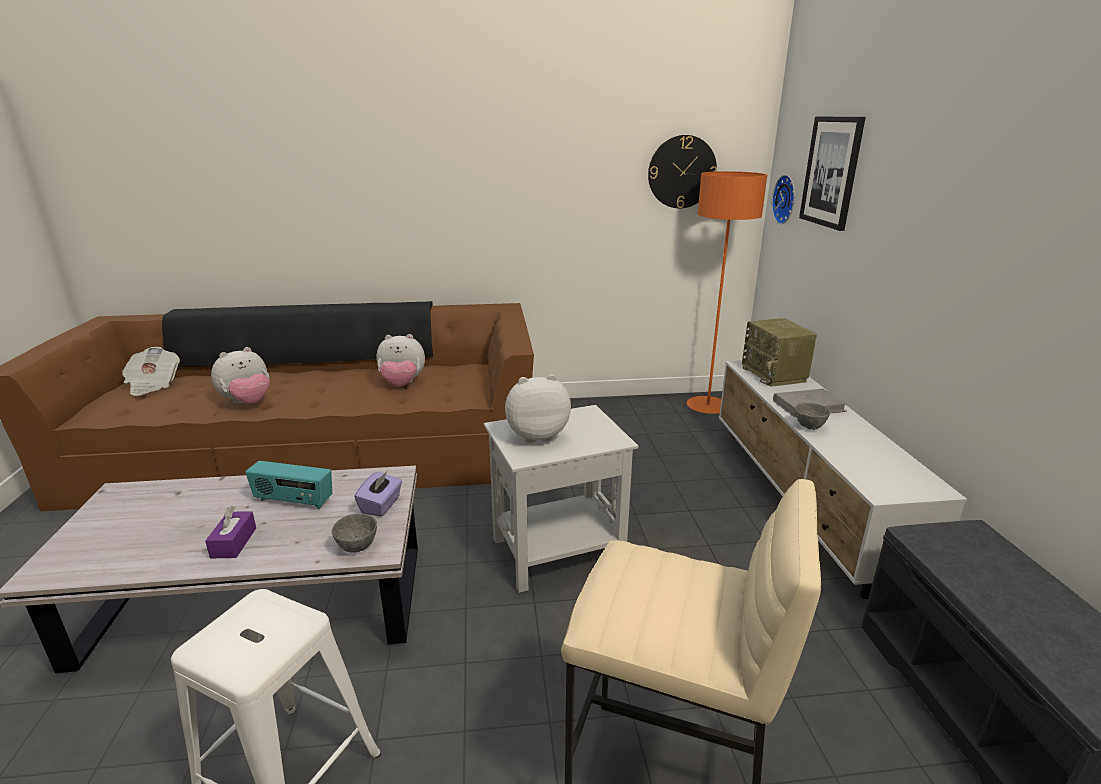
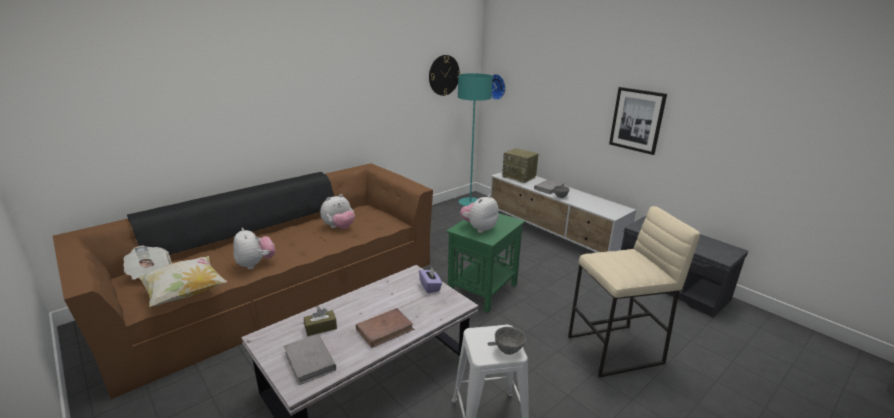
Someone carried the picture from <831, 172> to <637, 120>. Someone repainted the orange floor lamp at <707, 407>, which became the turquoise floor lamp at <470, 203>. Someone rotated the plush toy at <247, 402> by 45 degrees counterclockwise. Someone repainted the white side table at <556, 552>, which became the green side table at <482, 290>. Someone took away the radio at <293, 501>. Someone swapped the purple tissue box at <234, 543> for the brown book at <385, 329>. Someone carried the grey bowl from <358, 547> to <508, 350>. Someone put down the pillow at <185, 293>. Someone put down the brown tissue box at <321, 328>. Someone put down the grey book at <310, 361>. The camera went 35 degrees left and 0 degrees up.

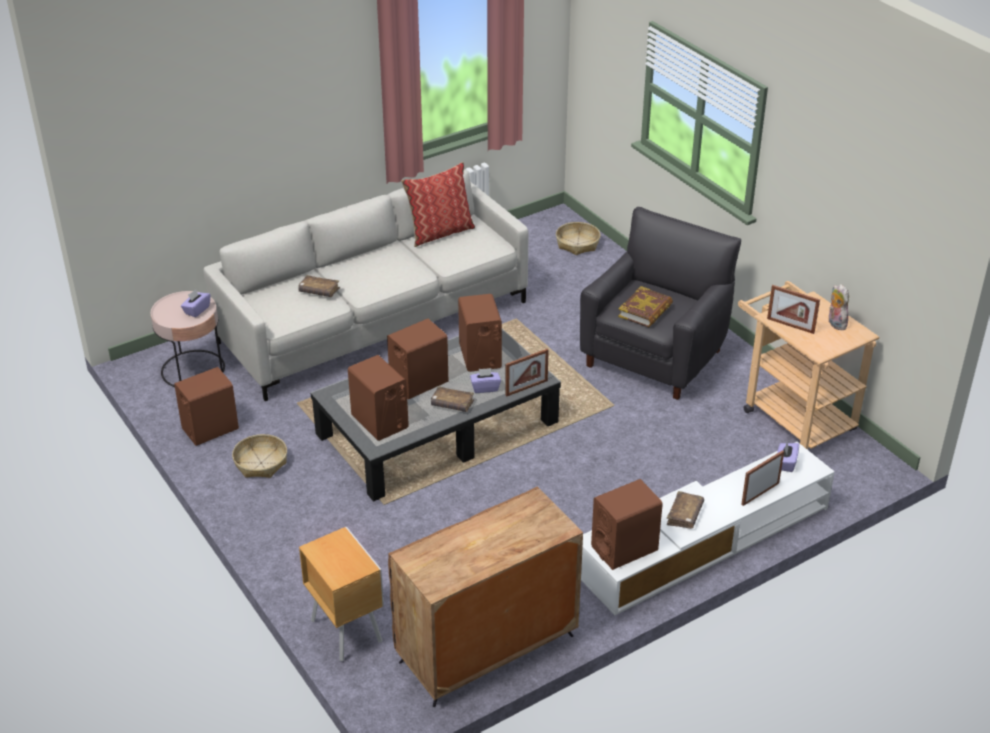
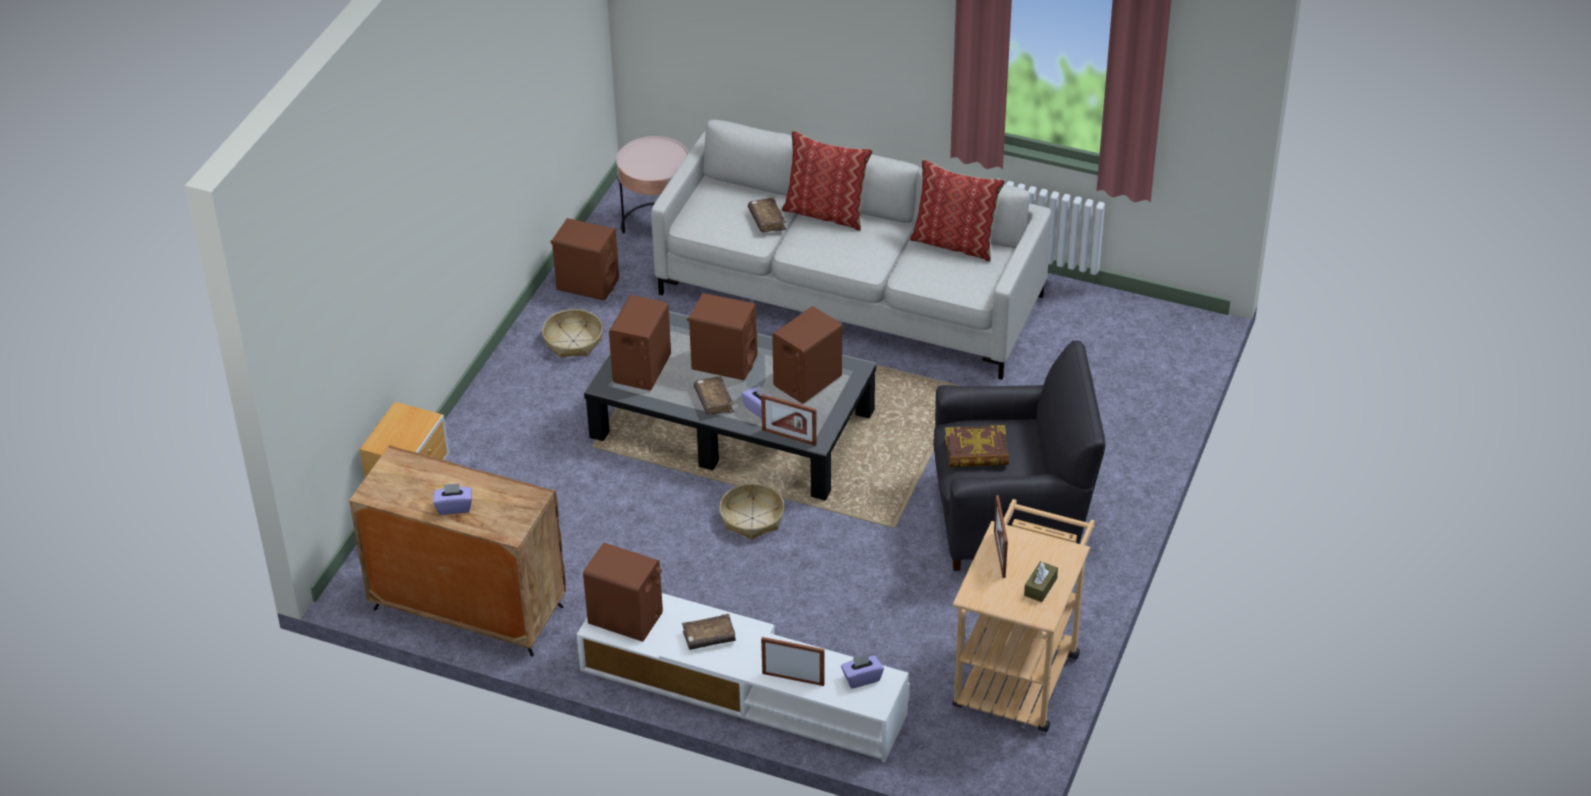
Someone carried the basket from <577, 244> to <752, 518>. Someone swapped the plush toy at <835, 323> for the brown tissue box at <1040, 587>. Someone carried the purple tissue box from <196, 310> to <454, 507>. Someone put down the pillow at <826, 212>. The camera went 55 degrees right and 5 degrees up.

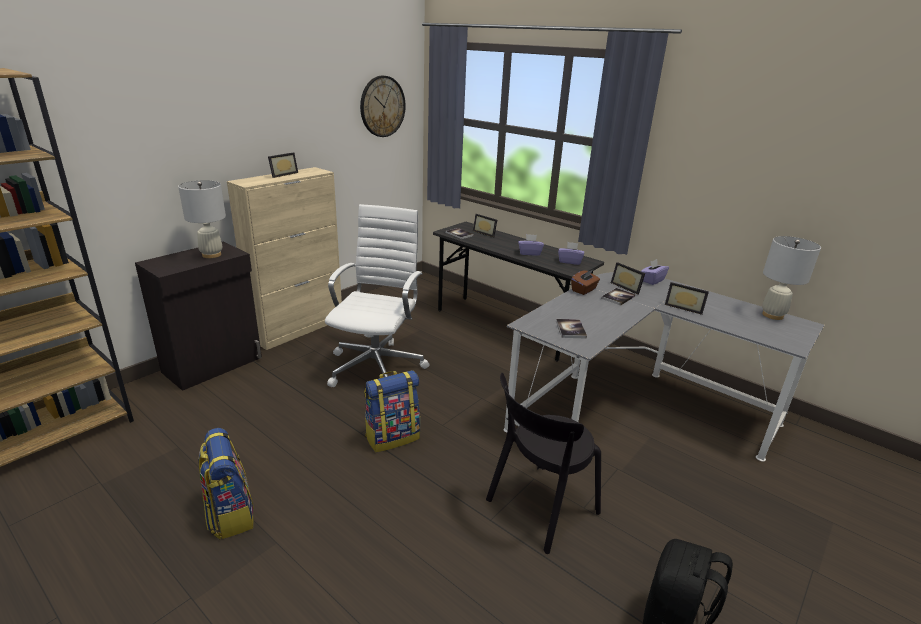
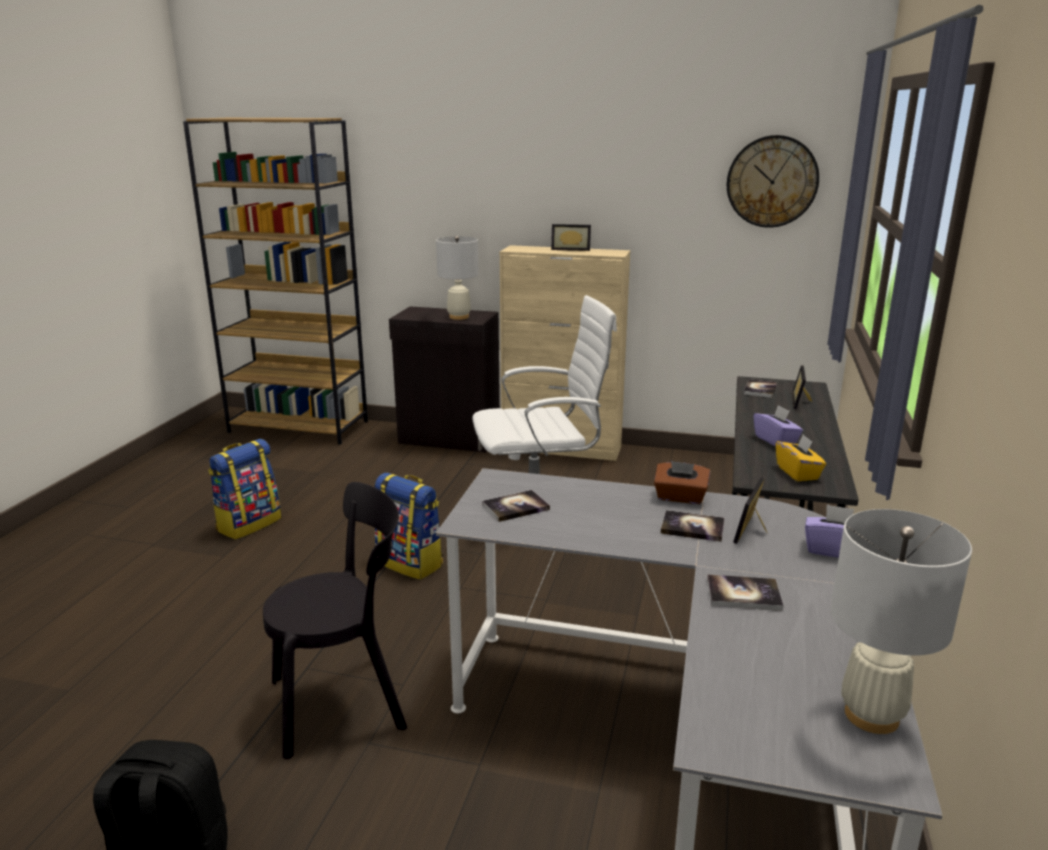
Someone repainted the purple tissue box at <570, 261>, which became the yellow tissue box at <798, 473>. Someone swapped the picture frame at <684, 307> for the book at <743, 594>. Someone rotated the black chair at <538, 508> by 135 degrees clockwise. The camera went 65 degrees right and 5 degrees down.

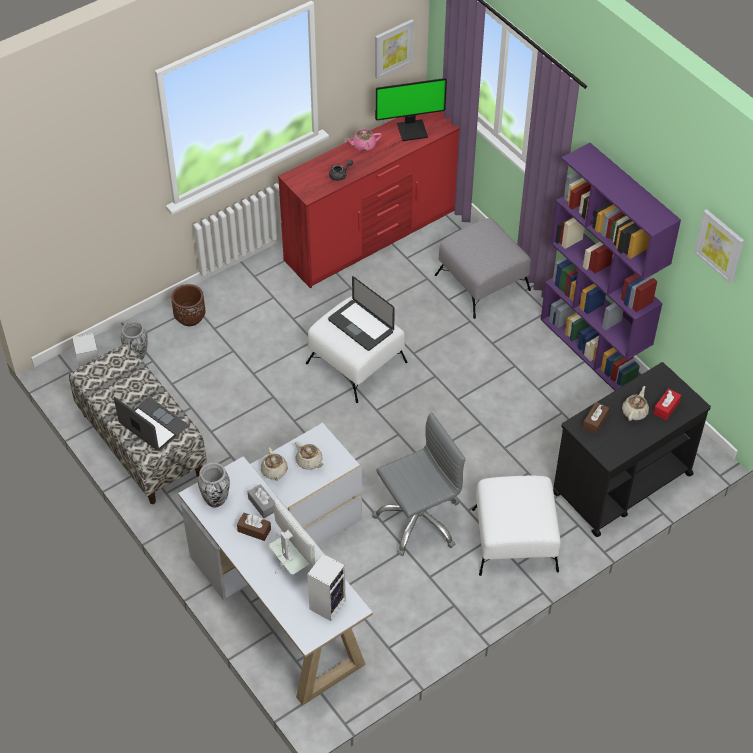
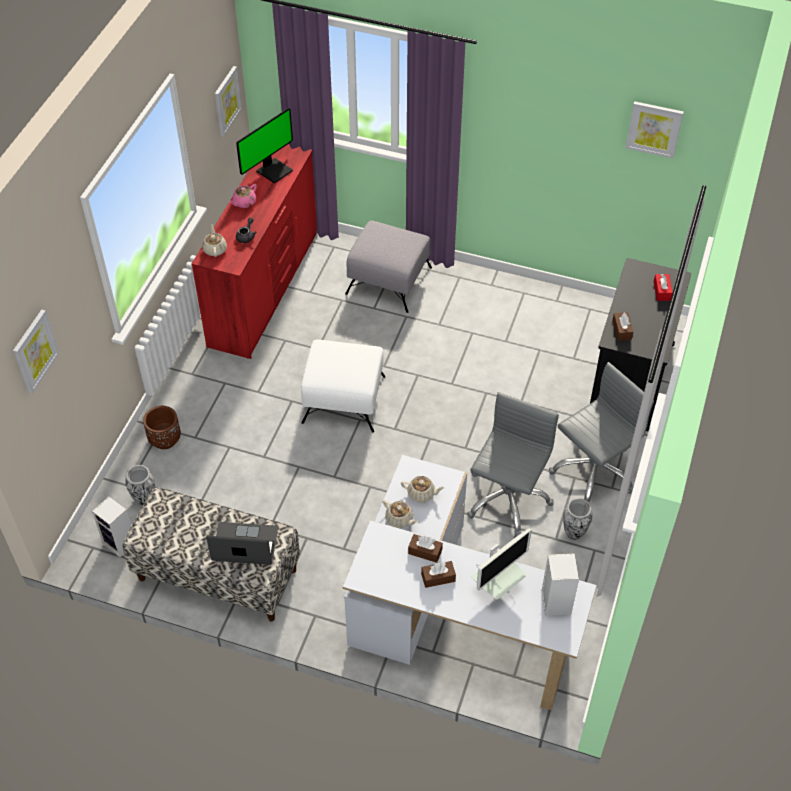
Someone took away the purple bookcase at <593, 349>. Someone took away the laptop at <360, 326>. Someone carried the beige teapot from <635, 411> to <215, 249>. Someone carried the vase from <216, 500> to <574, 532>. Someone swapped the white ottoman at <514, 540> for the grey office chair at <593, 470>. Someone repainted the grey tissue box at <262, 504>, which became the brown tissue box at <425, 551>. Someone rotated the monitor at <293, 564> by 120 degrees clockwise. Someone put up the picture at <34, 351>. The camera went 35 degrees left and 0 degrees up.

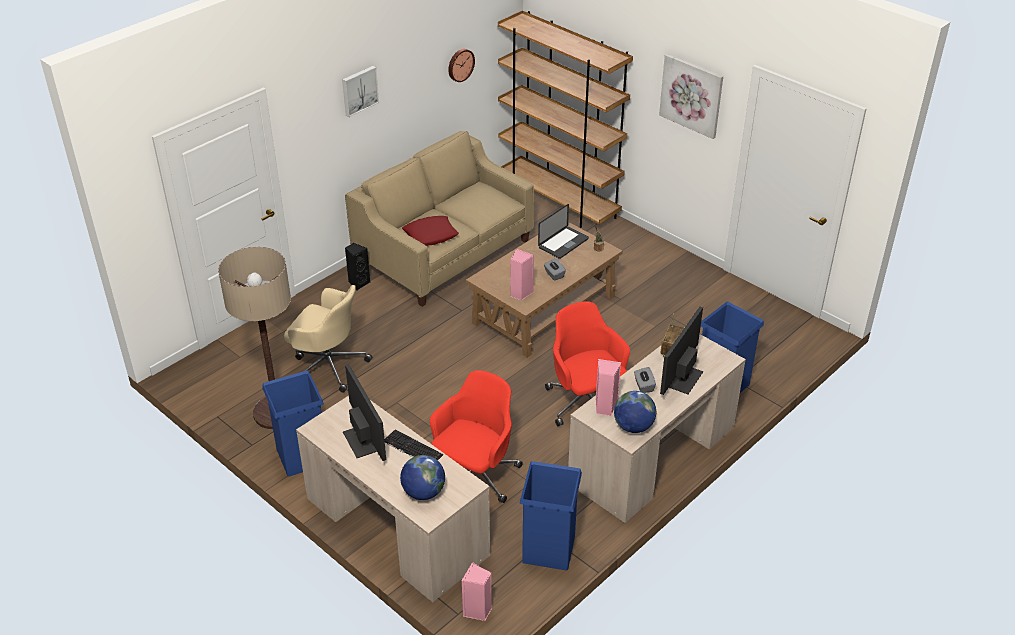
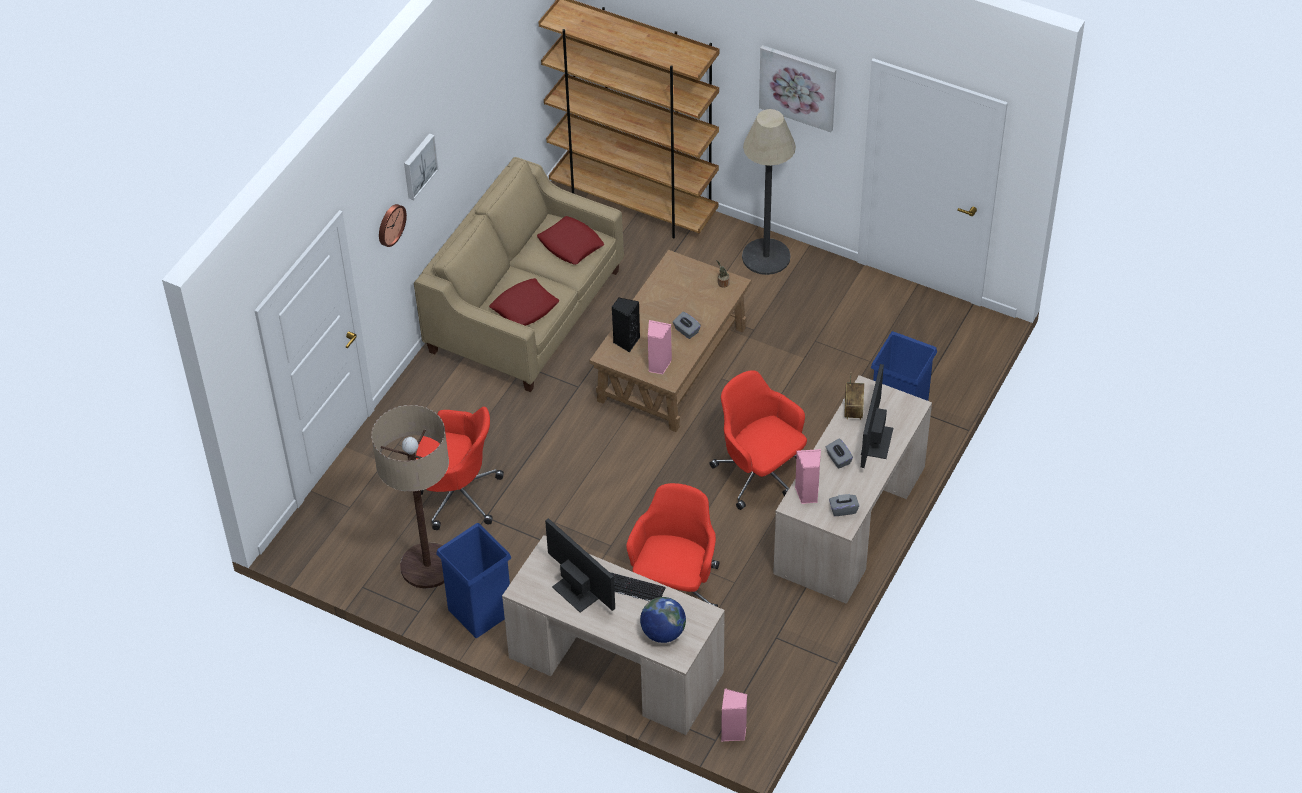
Someone carried the wall clock from <460, 64> to <390, 224>. Someone took away the laptop at <563, 243>. Someone carried the black speaker from <358, 283> to <626, 341>. Someone repainted the beige office chair at <328, 365>, which became the red office chair at <457, 494>. Someone swapped the globe at <633, 426> for the grey tissue box at <843, 509>. Someone took away the blue trash can at <549, 548>. Someone put down the floor lamp at <766, 257>. Someone put down the red pillow at <570, 245>. The camera went 15 degrees left and 10 degrees up.

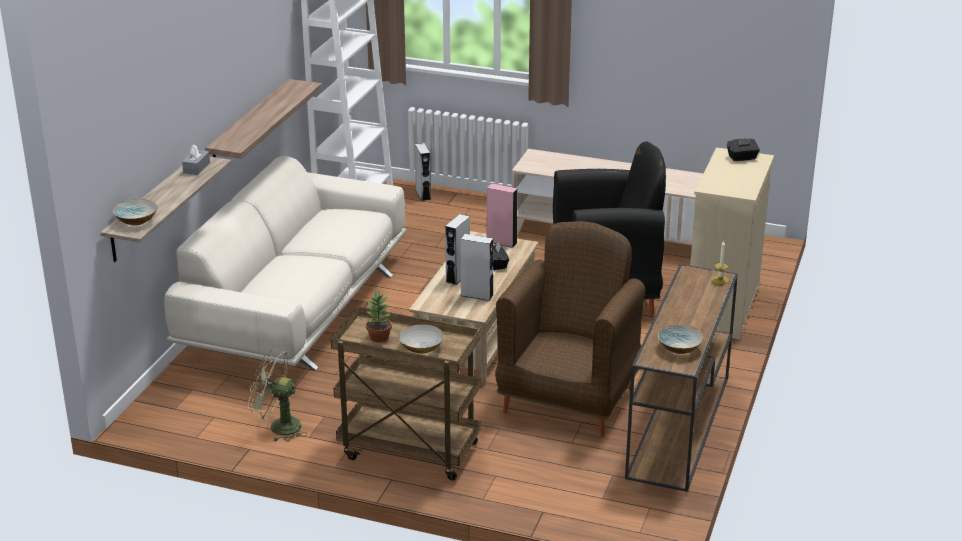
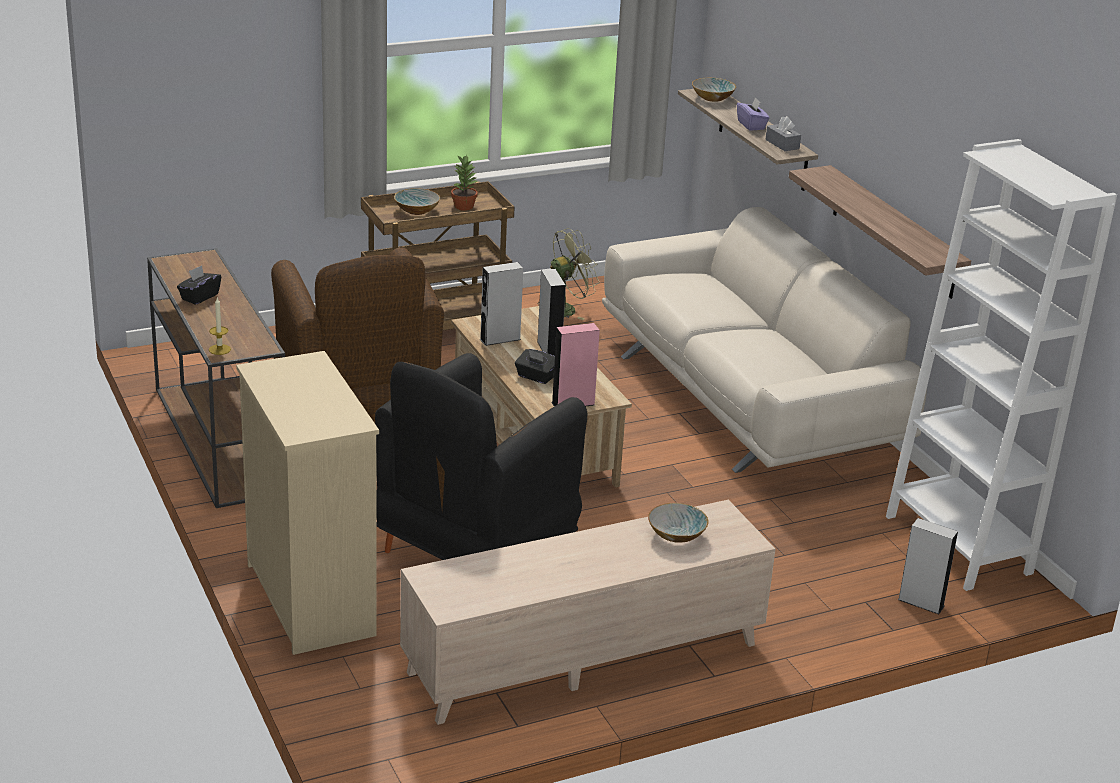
Someone carried the black tissue box from <742, 158> to <199, 297>. Someone carried the bowl from <679, 348> to <677, 535>. Someone put down the purple tissue box at <751, 125>. The camera went 135 degrees right and 0 degrees up.

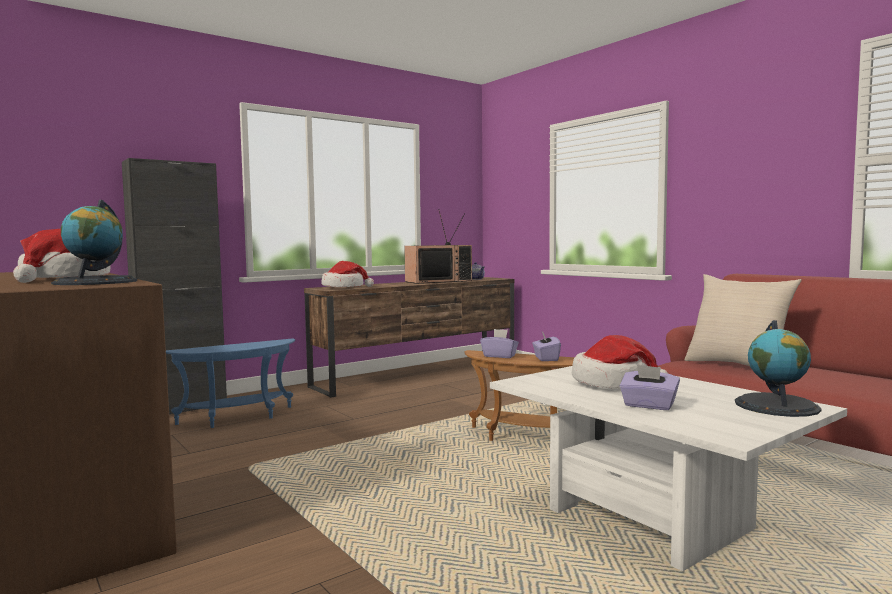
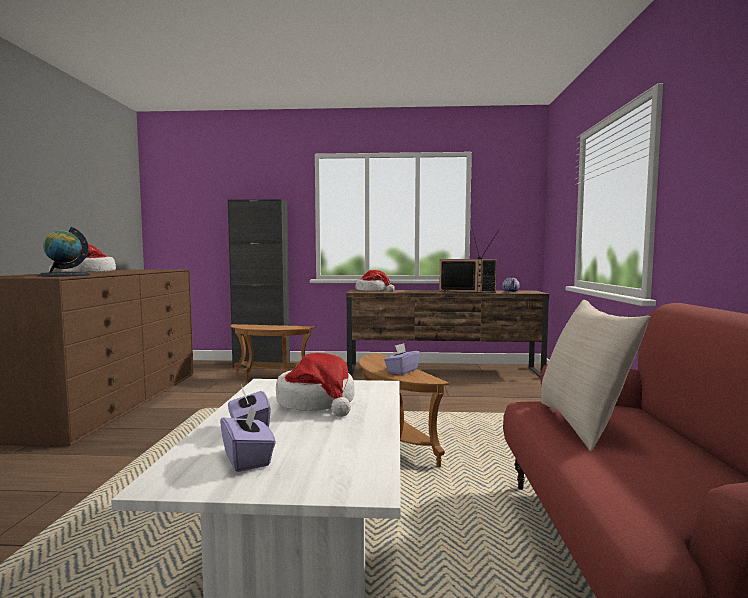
Someone took away the globe at <777, 405>. Someone carried the purple tissue box from <499, 356> to <248, 459>. Someone repainted the blue side table at <238, 418>, which became the brown side table at <270, 377>. The camera went 40 degrees right and 0 degrees up.

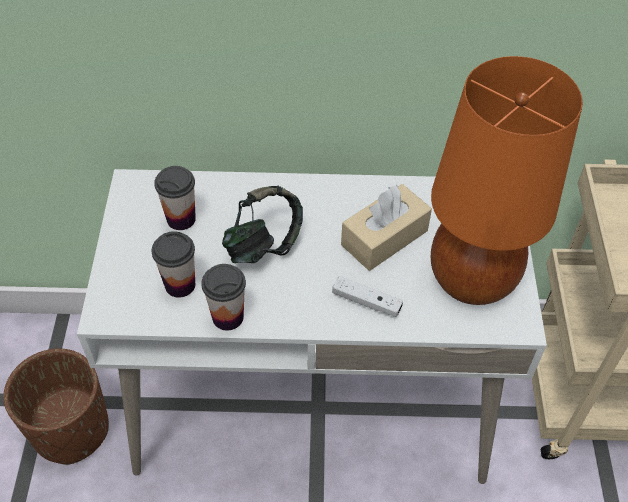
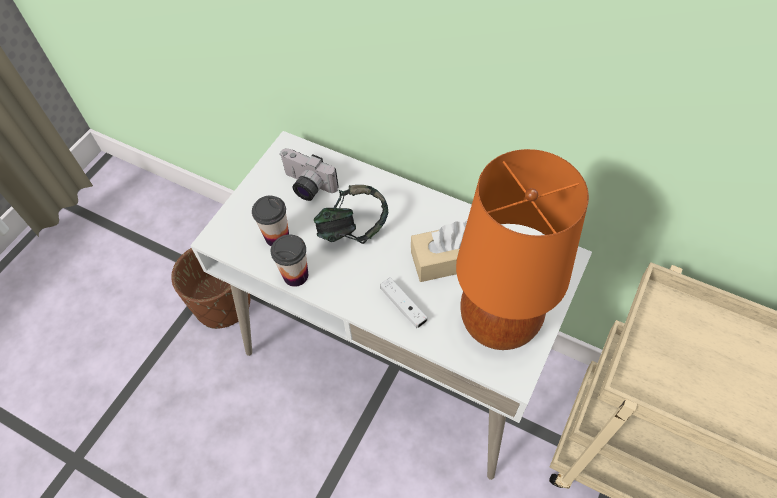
Someone swapped the cup at <181, 219> for the photo camera at <306, 186>. The camera went 30 degrees right and 5 degrees up.

